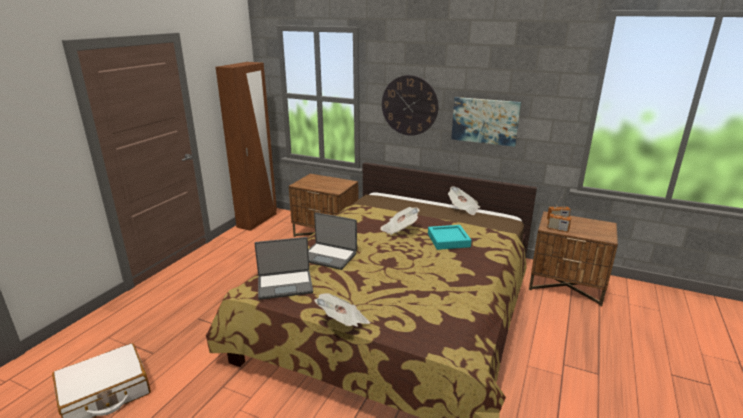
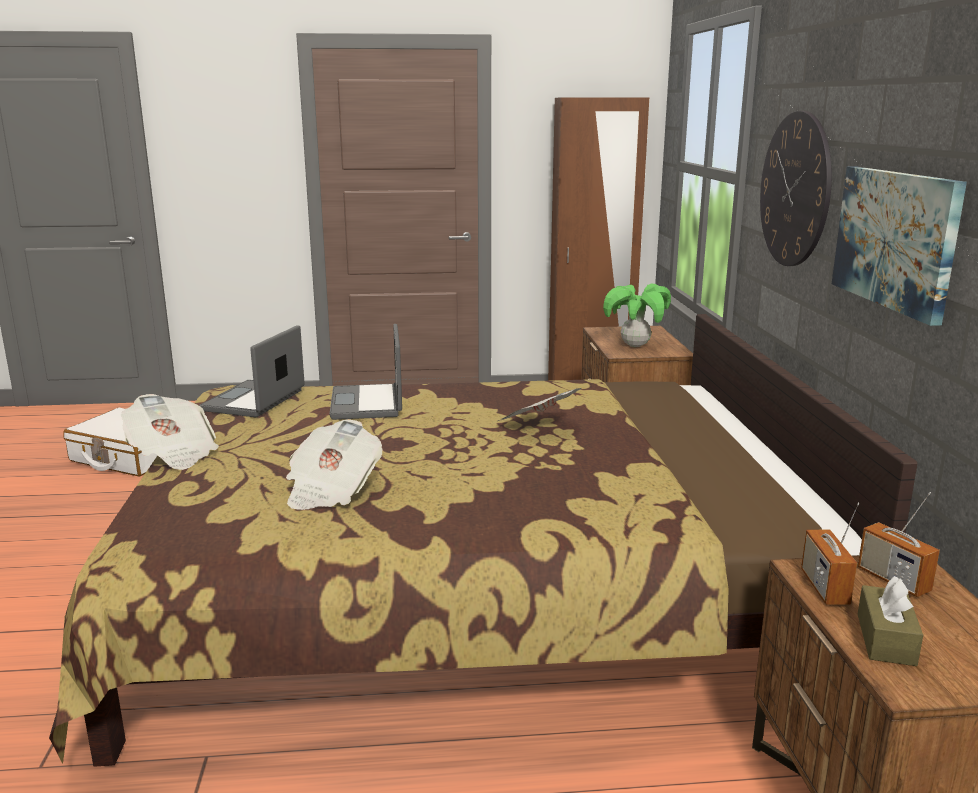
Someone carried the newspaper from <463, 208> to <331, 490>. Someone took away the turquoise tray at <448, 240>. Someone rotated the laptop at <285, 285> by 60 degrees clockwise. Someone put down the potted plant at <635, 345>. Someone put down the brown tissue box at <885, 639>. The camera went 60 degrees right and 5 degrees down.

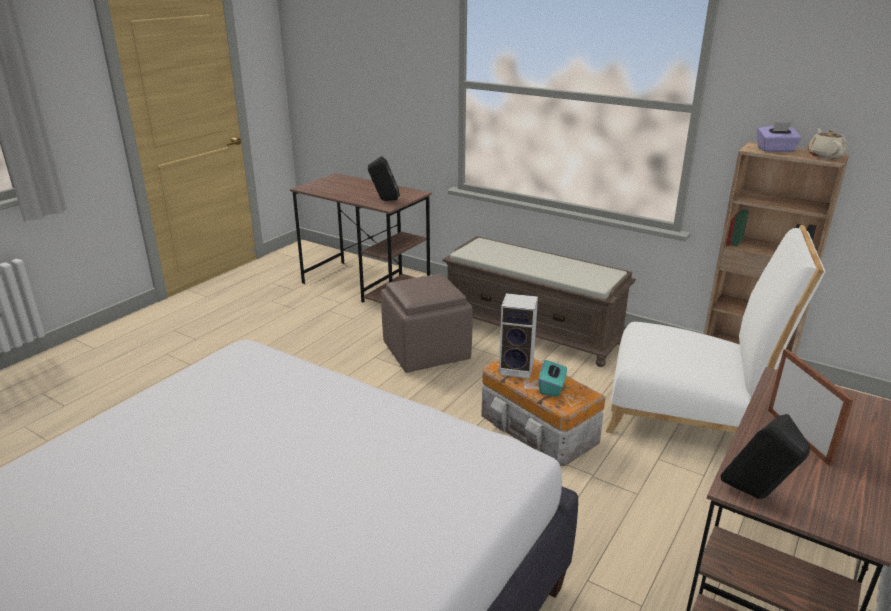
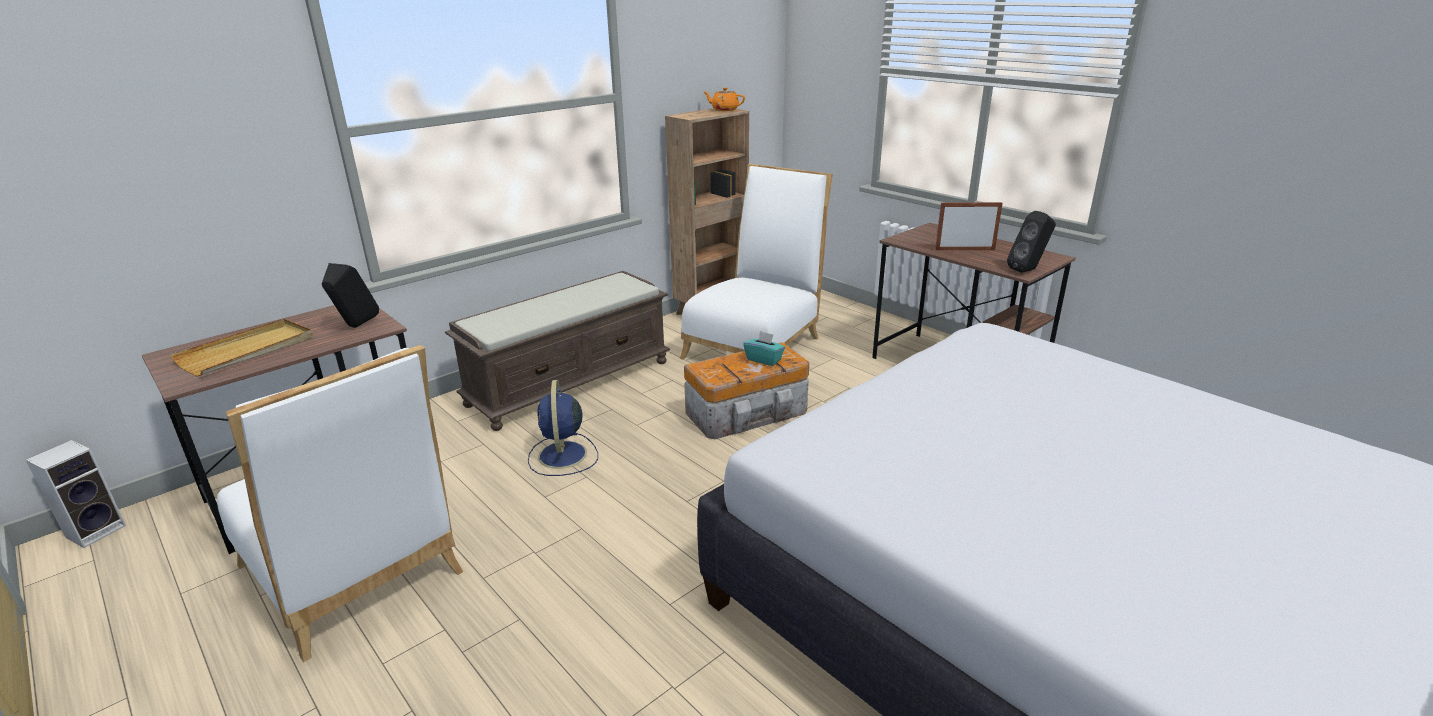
Someone took away the purple tissue box at <775, 150>. Someone repainted the beige teapot at <824, 156>, which became the orange teapot at <724, 110>. Someone swapped the brown ottoman at <425, 352> for the blue fan at <562, 456>. Someone carried the speaker from <517, 369> to <97, 530>. Someone put down the beige tray at <247, 351>. Someone put down the white chair at <355, 576>. The camera went 75 degrees left and 0 degrees up.

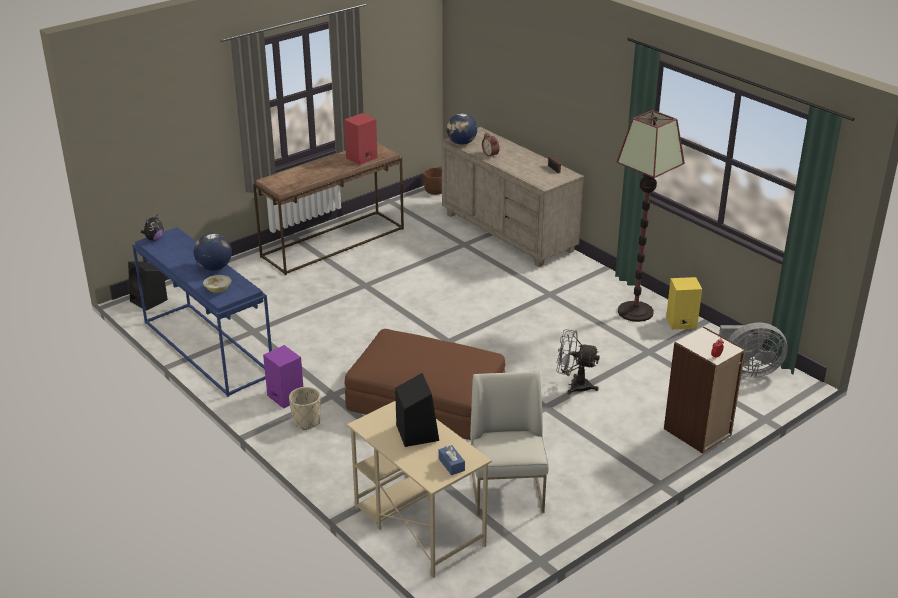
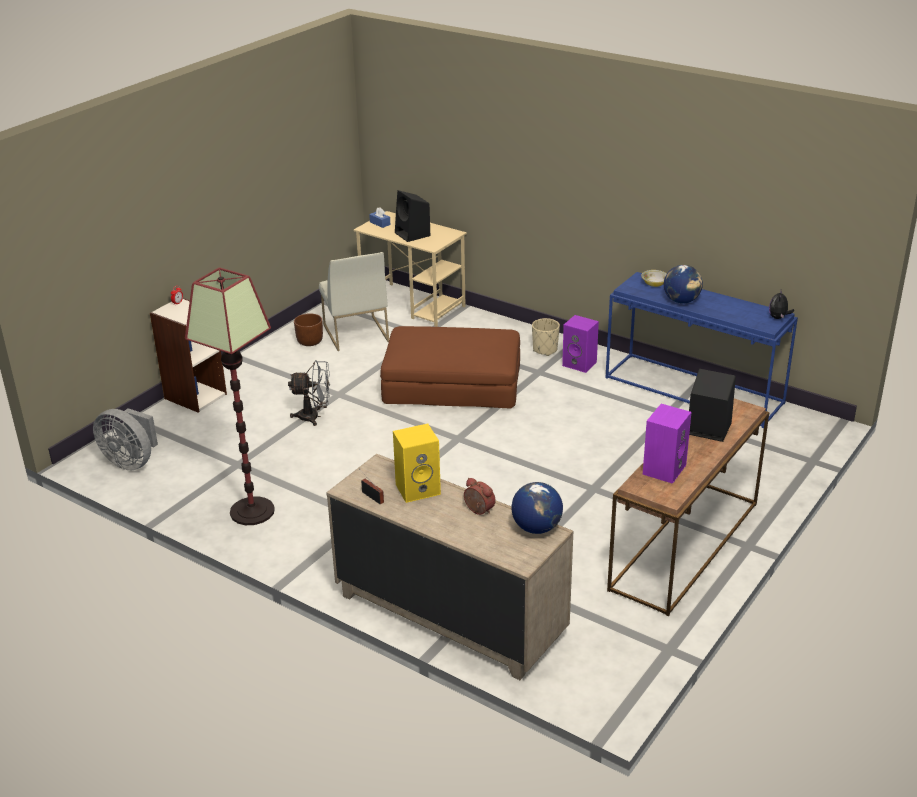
Someone repainted the red speaker at <361, 158>, which became the purple speaker at <664, 469>. Someone carried the brown planter from <435, 191> to <310, 342>. Someone carried the black speaker from <149, 301> to <707, 428>. Someone carried the yellow speaker from <680, 323> to <418, 488>. Someone rotated the grey fan at <747, 370> by 135 degrees counterclockwise. The camera went 165 degrees right and 0 degrees up.

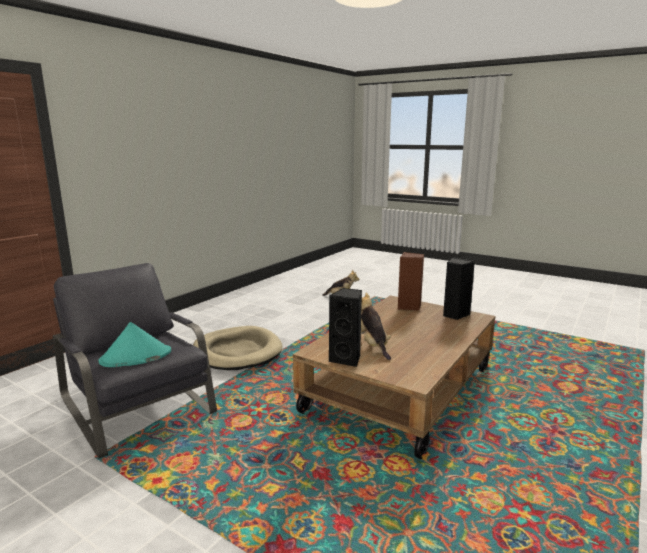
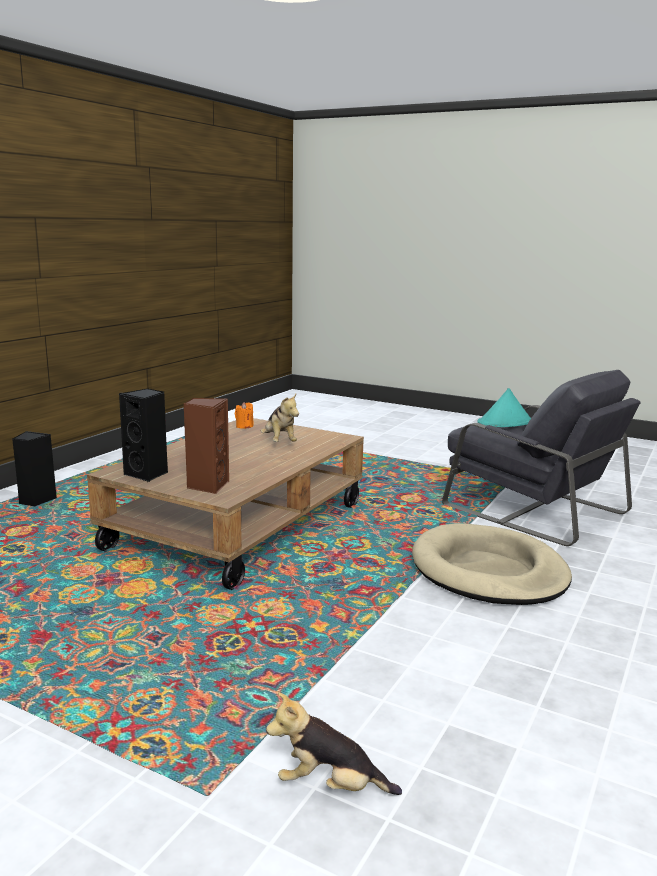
Someone carried the black speaker from <347, 359> to <36, 501>. Someone put down the orange candle at <244, 426>. The camera went 175 degrees right and 0 degrees up.

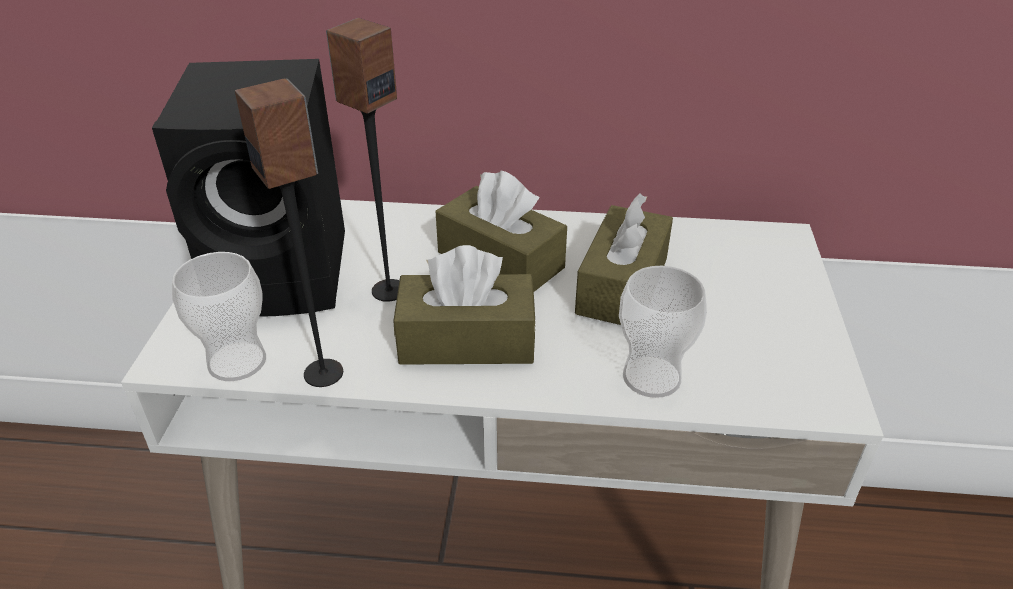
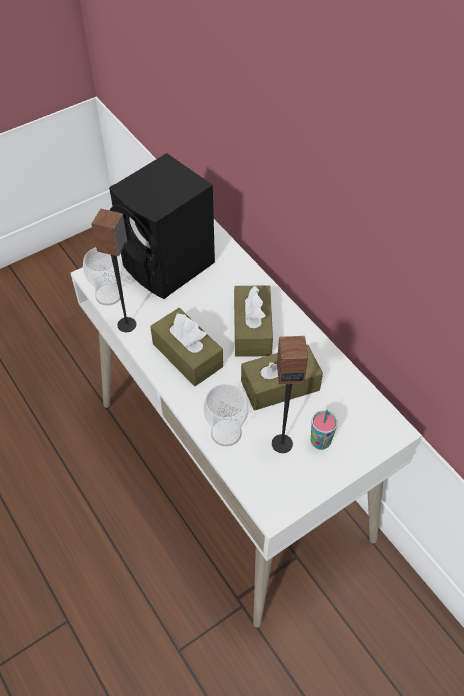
Someone carried the speaker from <388, 290> to <282, 443>. Someone put down the cup at <320, 442>. The camera went 50 degrees right and 15 degrees up.

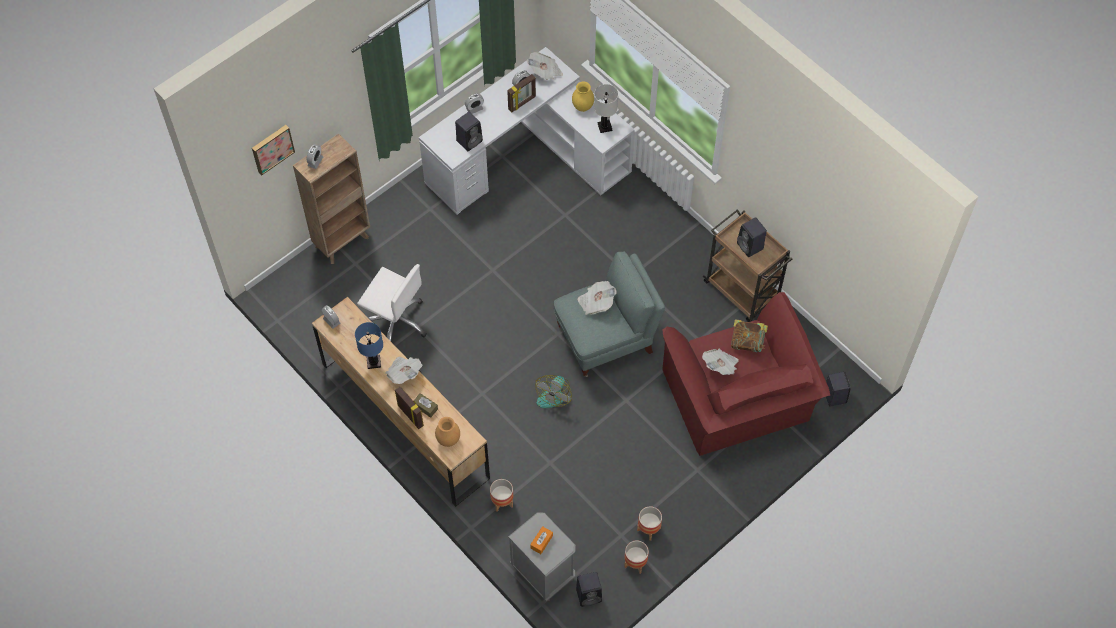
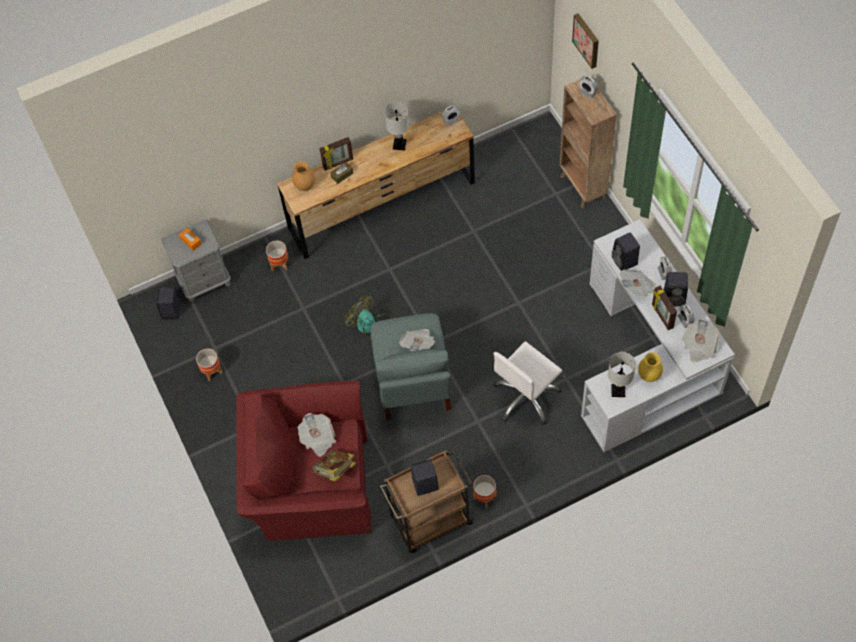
Someone carried the white office chair from <396, 322> to <526, 397>. Someone repainted the blue table lamp at <373, 362>, which became the white table lamp at <399, 144>. Someone carried the newspaper from <404, 373> to <637, 287>. Someone carried the black speaker from <834, 395> to <675, 297>. Someone carried the planter from <635, 563> to <484, 497>. The camera went 110 degrees right and 0 degrees up.

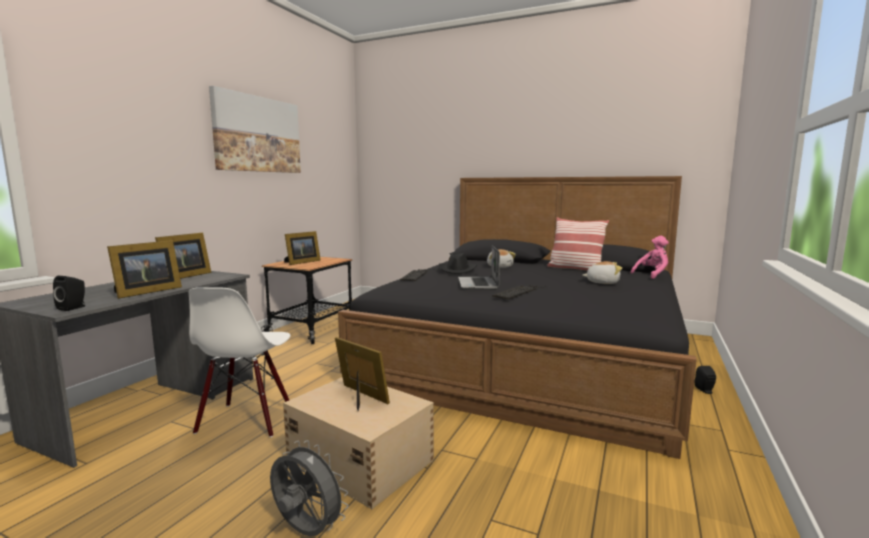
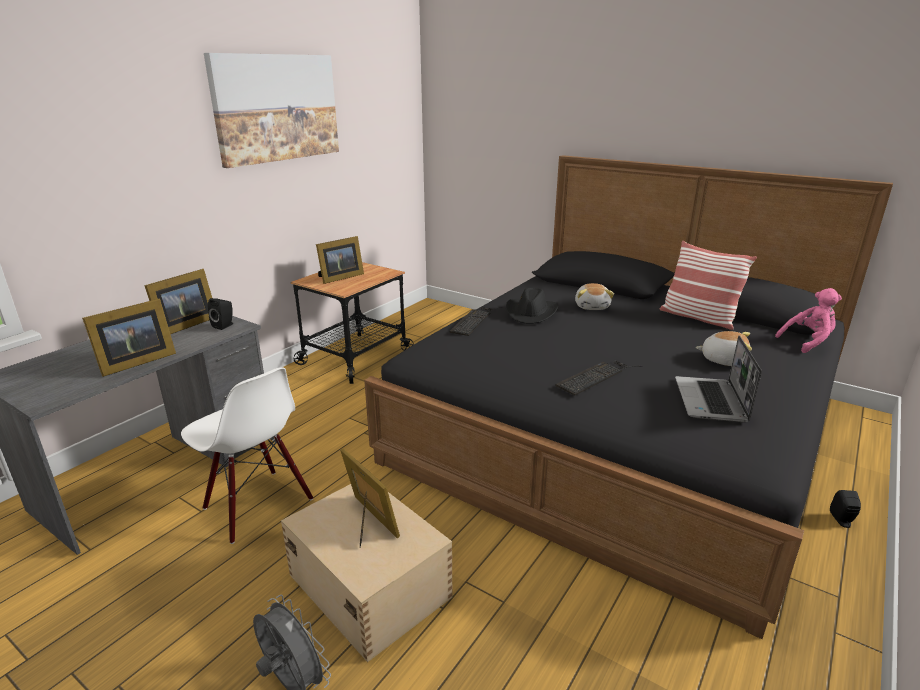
Someone carried the laptop from <478, 284> to <711, 401>. Someone carried the black speaker from <73, 308> to <225, 325>. Someone rotated the white chair at <246, 420> by 60 degrees counterclockwise. The camera went 10 degrees right and 15 degrees up.

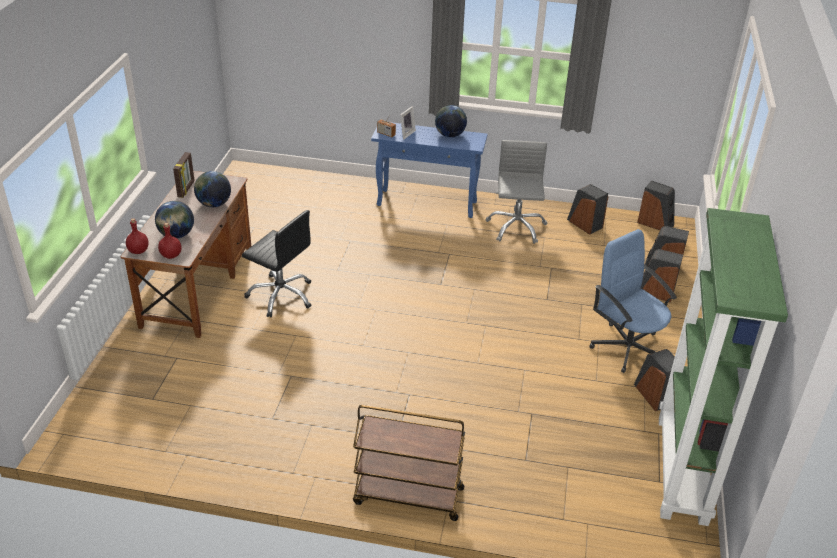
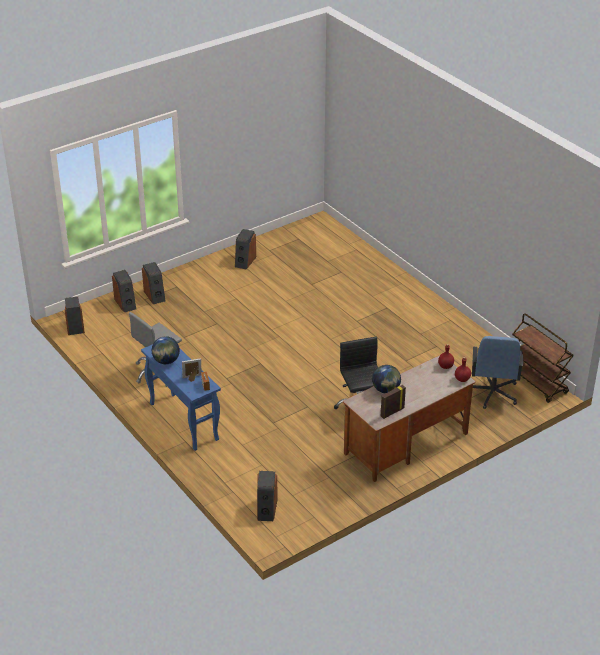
Someone carried the speaker from <584, 224> to <266, 509>. Someone took away the globe at <176, 235>. Someone took away the green bookcase at <683, 470>. Someone carried the blue office chair from <627, 347> to <492, 393>. Someone carried the brown cart from <407, 496> to <537, 382>. The camera went 135 degrees left and 0 degrees up.

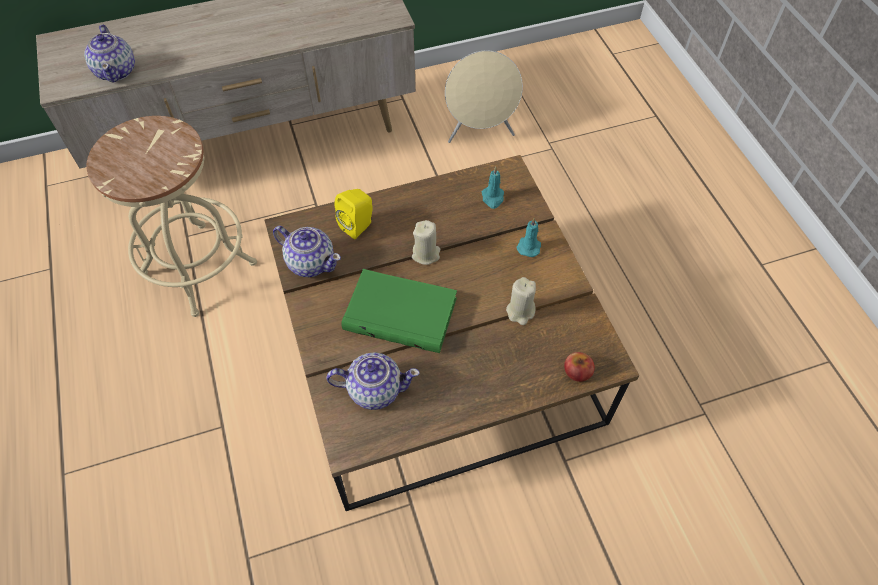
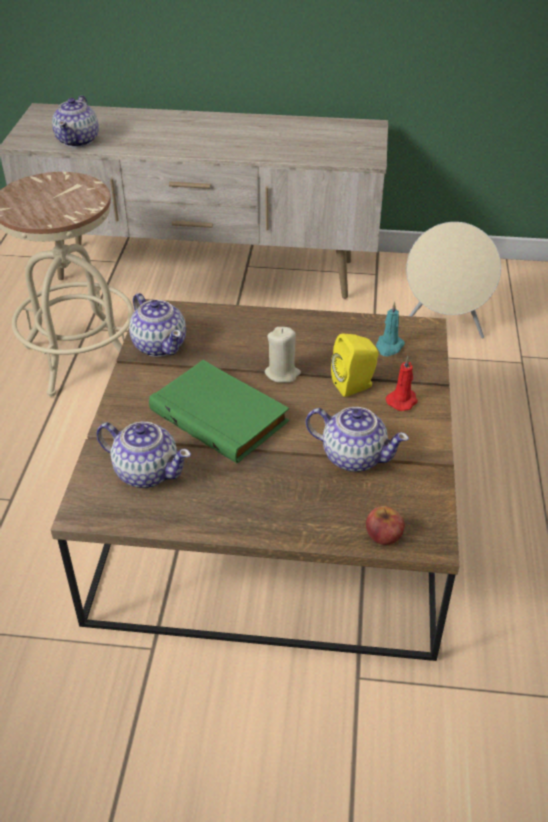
Someone carried the yellow speaker from <358, 225> to <355, 385>. Someone repainted the turquoise candle at <529, 246>, which became the red candle at <402, 400>. Someone swapped the beige candle at <520, 311> for the teapot at <353, 456>. The camera went 25 degrees right and 15 degrees down.

